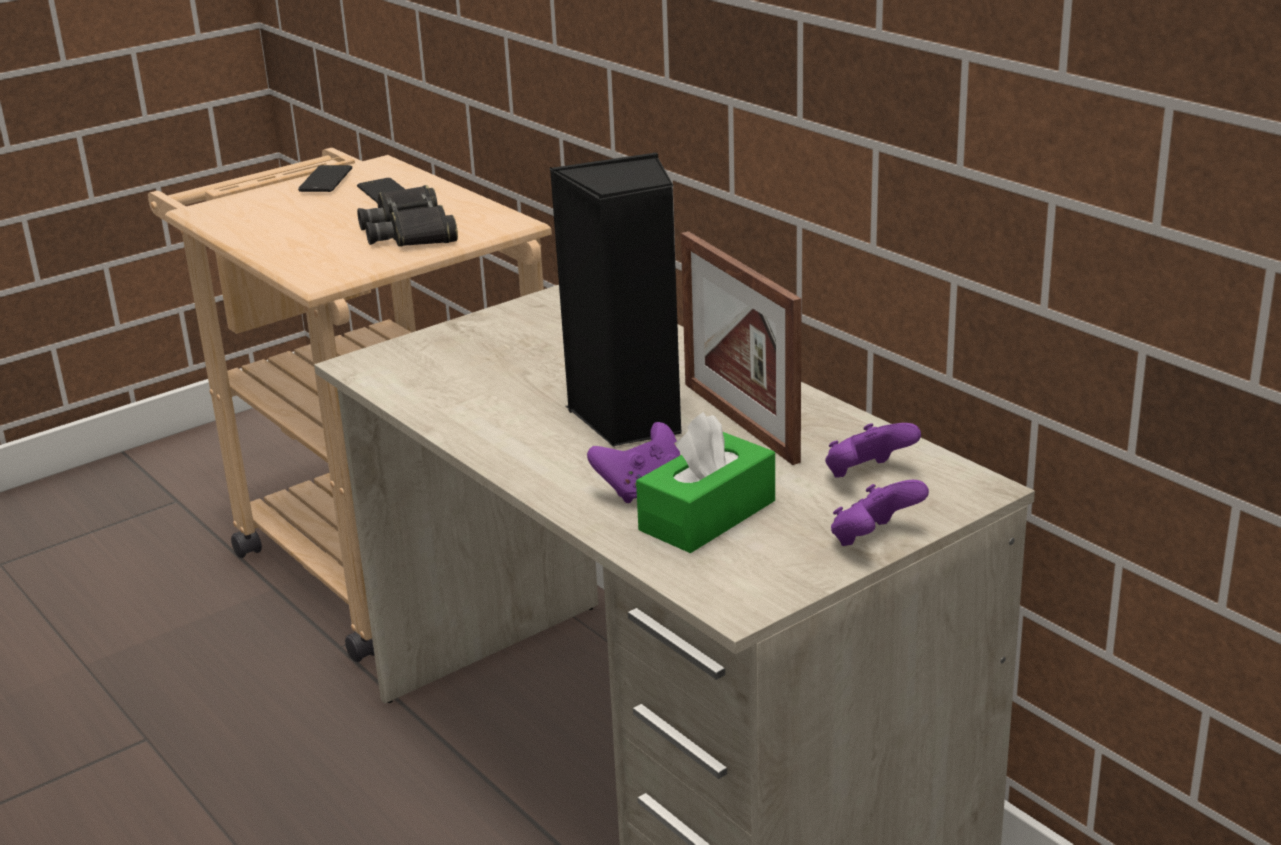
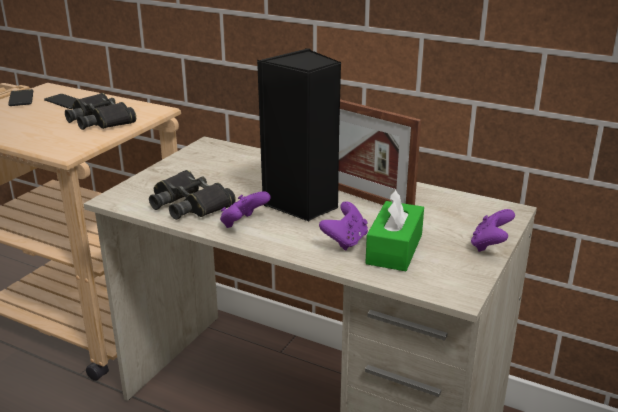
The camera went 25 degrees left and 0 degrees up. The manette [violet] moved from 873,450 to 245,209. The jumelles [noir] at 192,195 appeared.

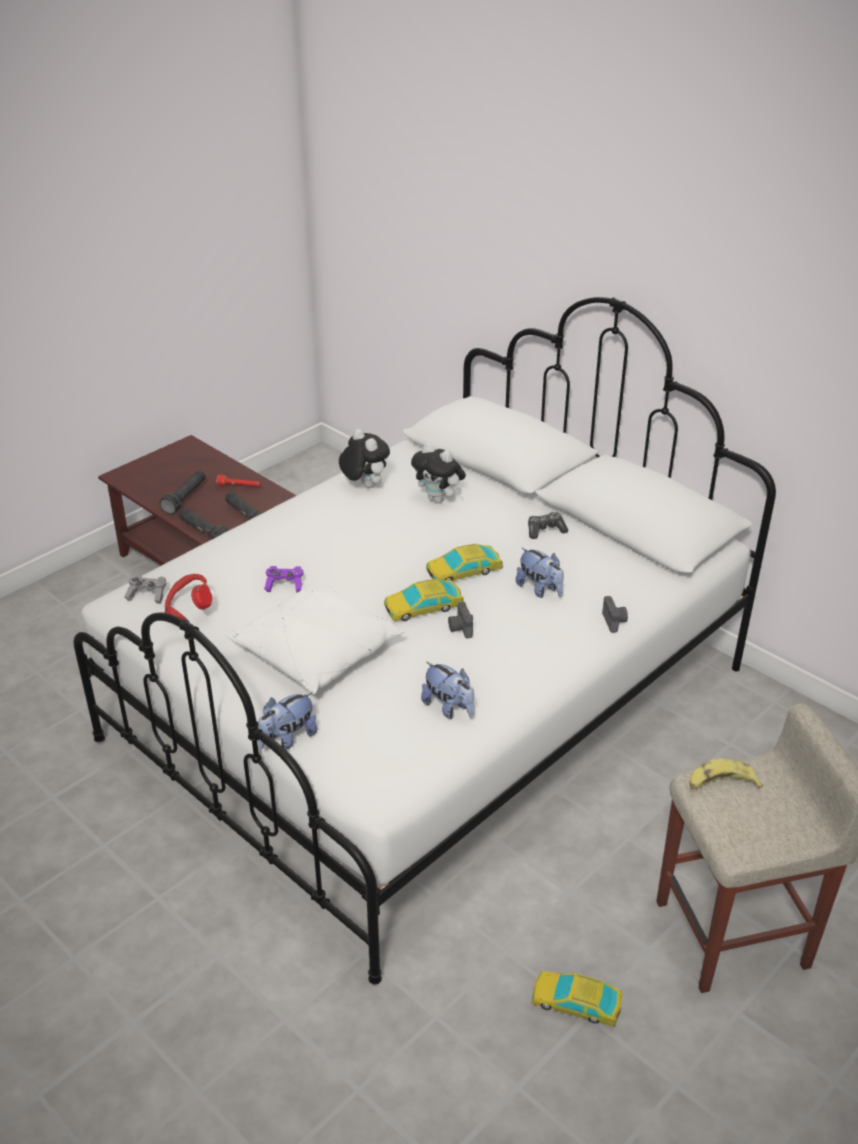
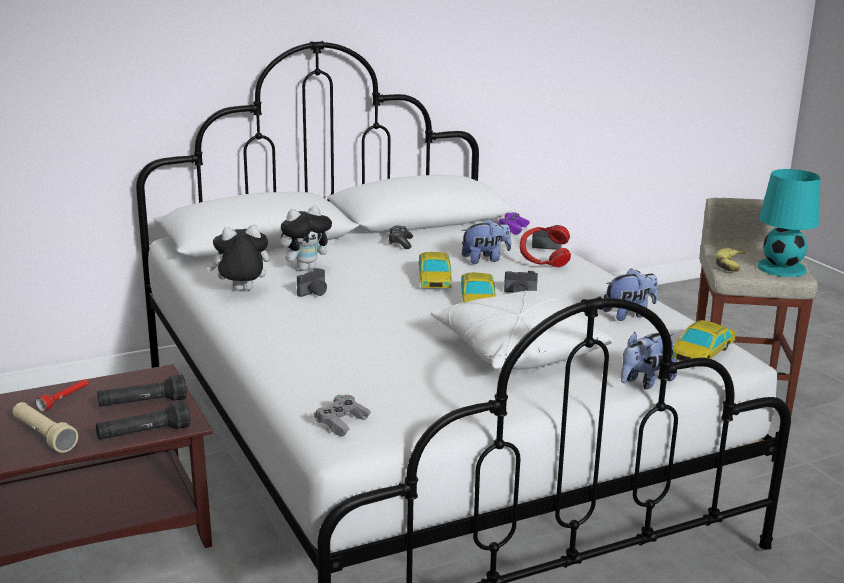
The camera went 70 degrees left and 15 degrees down. The lampe de poche [noir] at 183,492 became the lampe de poche [beige] at 45,427. The casque audio [rouge] moved from 188,597 to 545,246. The peluche at 288,721 turned 75 degrees clockwise. The manette [violet] moved from 284,579 to 514,223. The petite voiture moved from 577,999 to 703,343. The appareil photo at 312,282 appeared. The lampe de table [turquoise] at 788,223 appeared.

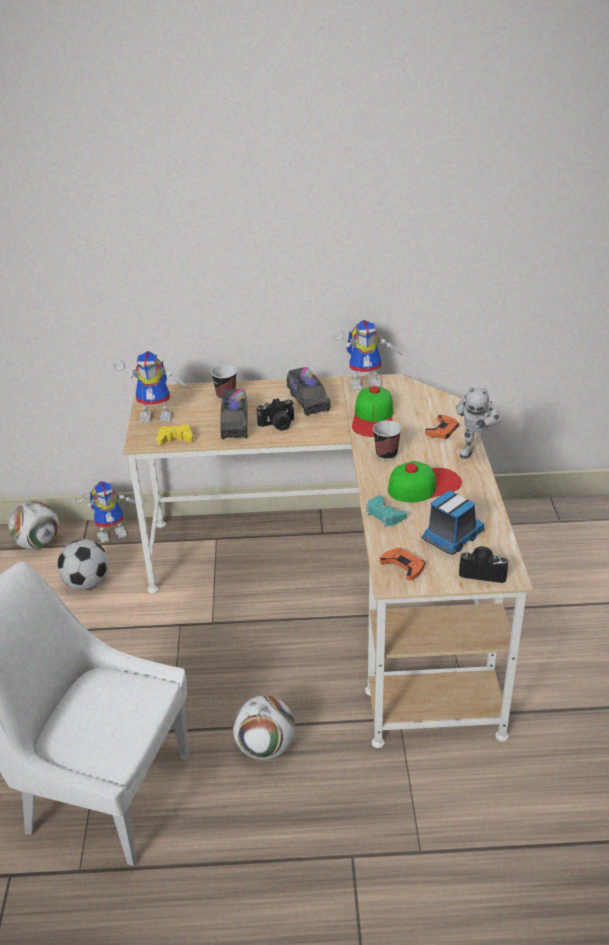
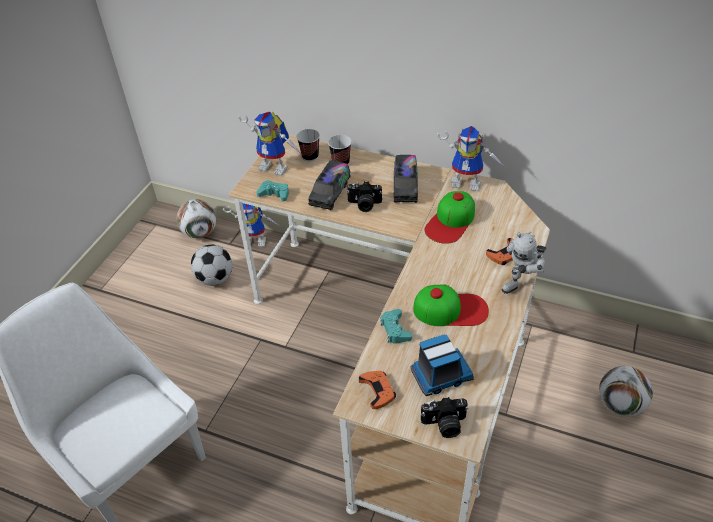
The camera went 25 degrees right and 10 degrees up. The manette [jaune] at 175,434 became the manette [turquoise] at 272,190. The ballon de foot moved from 264,727 to 626,391. The tasse moved from 387,440 to 308,145. The appareil photo at 484,564 turned 135 degrees clockwise.

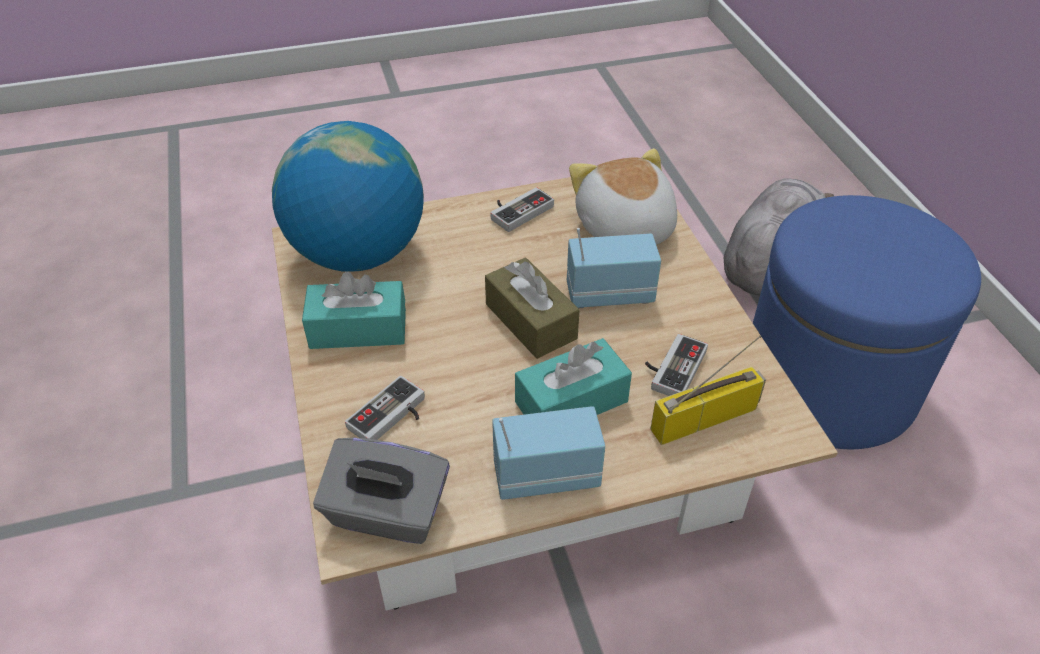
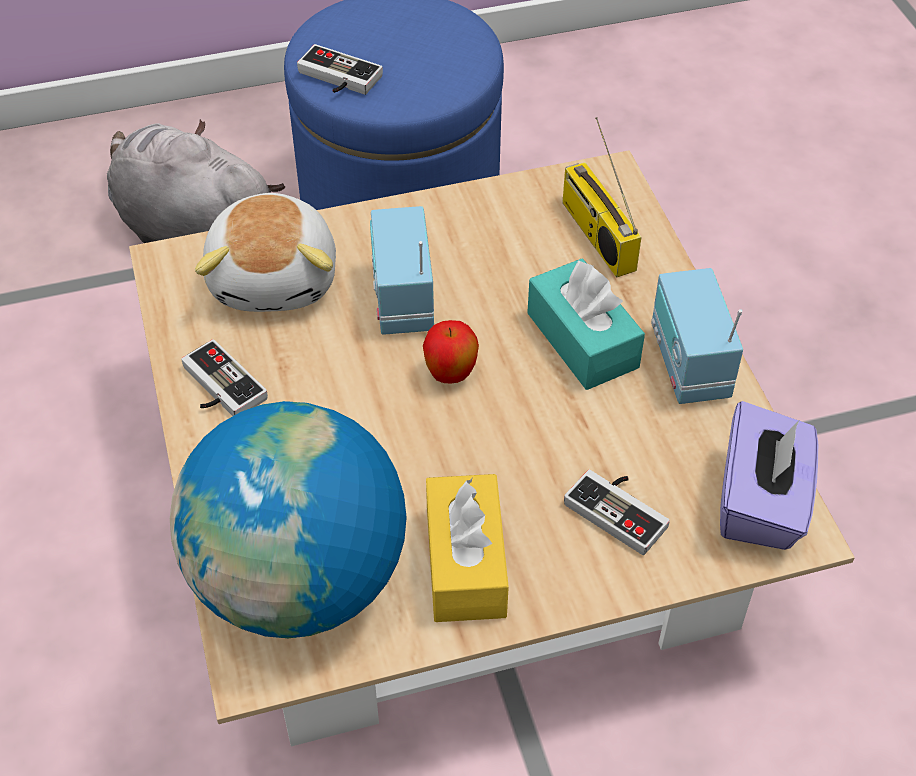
The camera went 90 degrees left and 5 degrees up. The boîte à mouchoirs [turquoise] at 354,310 became the boîte à mouchoirs [jaune] at 467,548. The boîte à mouchoirs [gris] at 381,490 became the boîte à mouchoirs [violet] at 769,475. The boîte à mouchoirs [marron] at 532,308 was replaced by the pomme at 451,352. The peluche at 623,196 turned 75 degrees counterclockwise. The manette moved from 676,365 to 340,69.

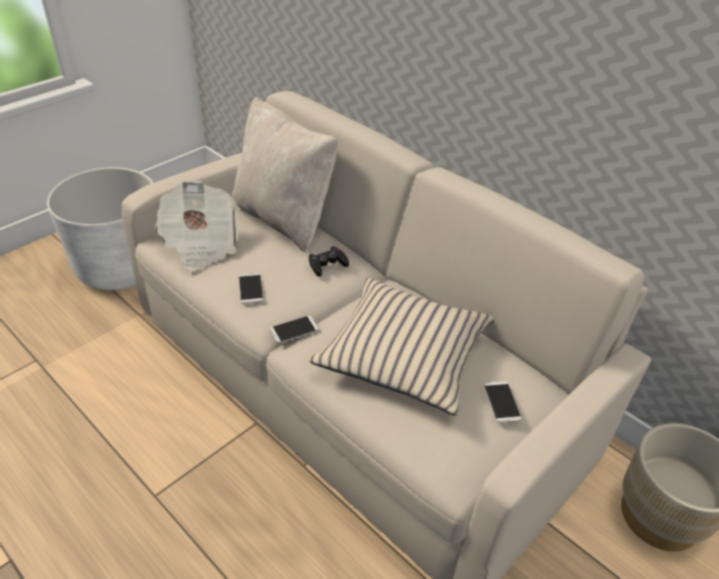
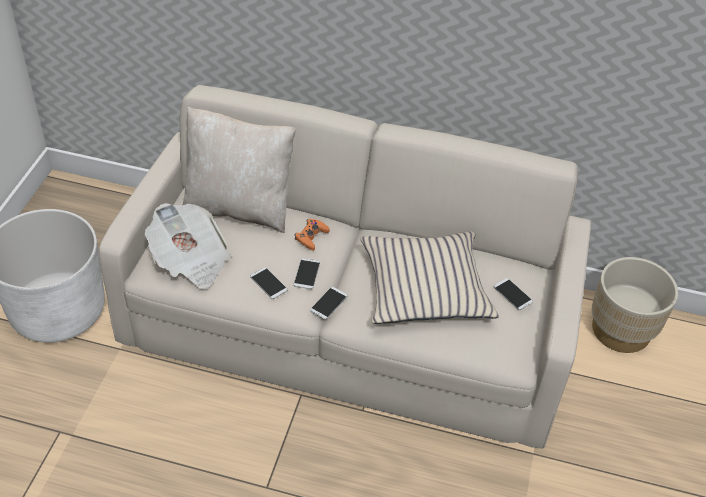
The camera went 30 degrees left and 5 degrees up. The manette [noir] at 329,261 became the manette [orange] at 312,235. The téléphone at 307,273 appeared.

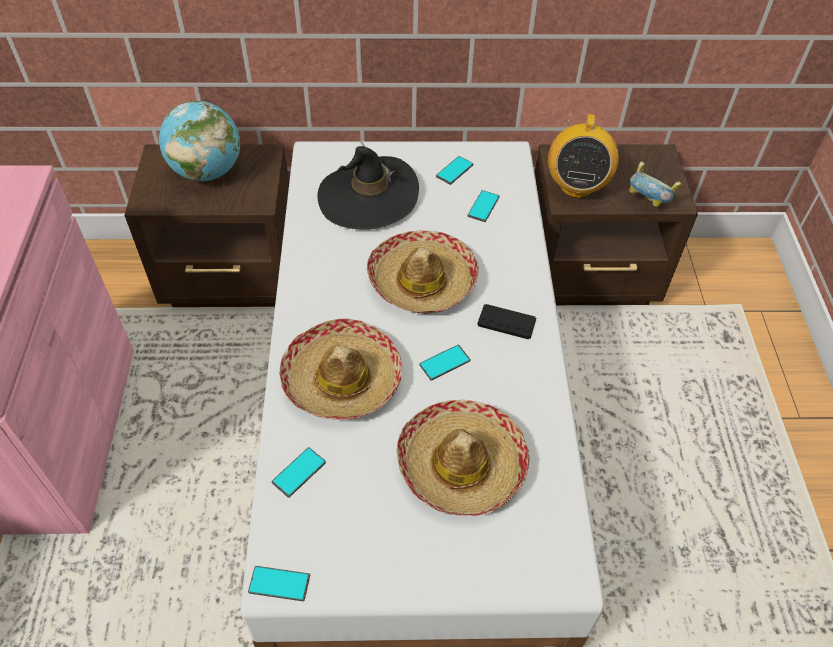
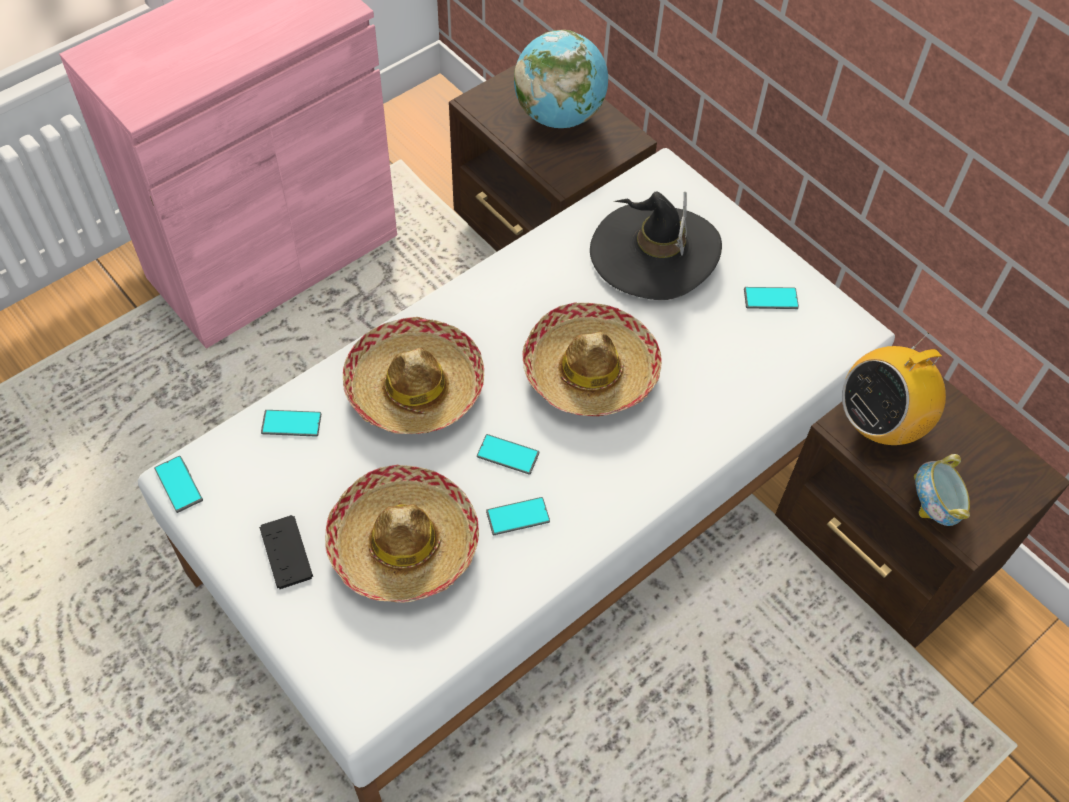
The camera went 50 degrees right and 5 degrees up. The téléphone moved from 483,206 to 518,516. The manette [noir] moved from 506,321 to 286,552.

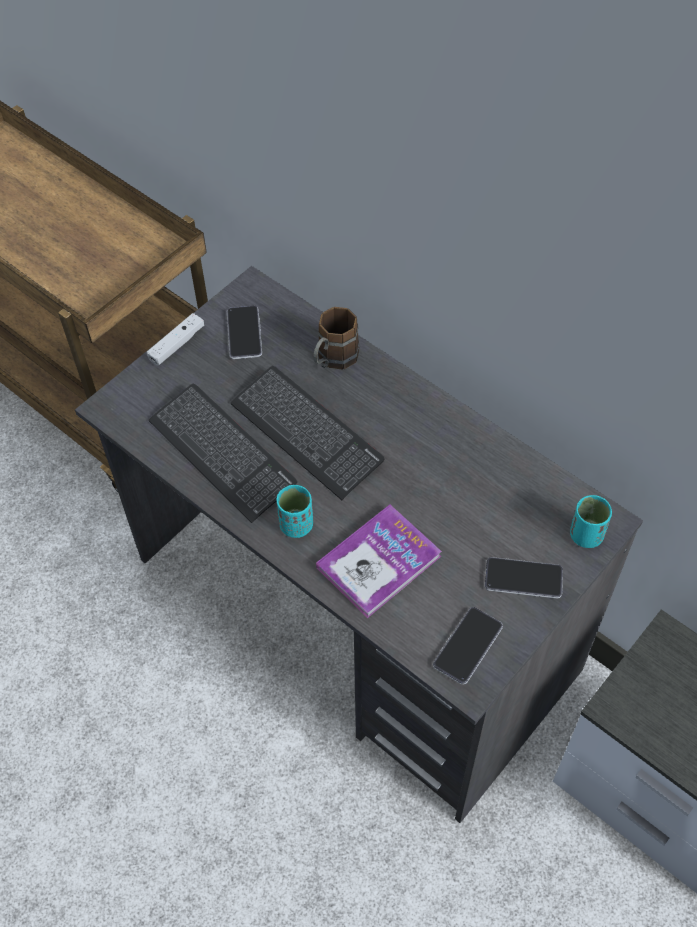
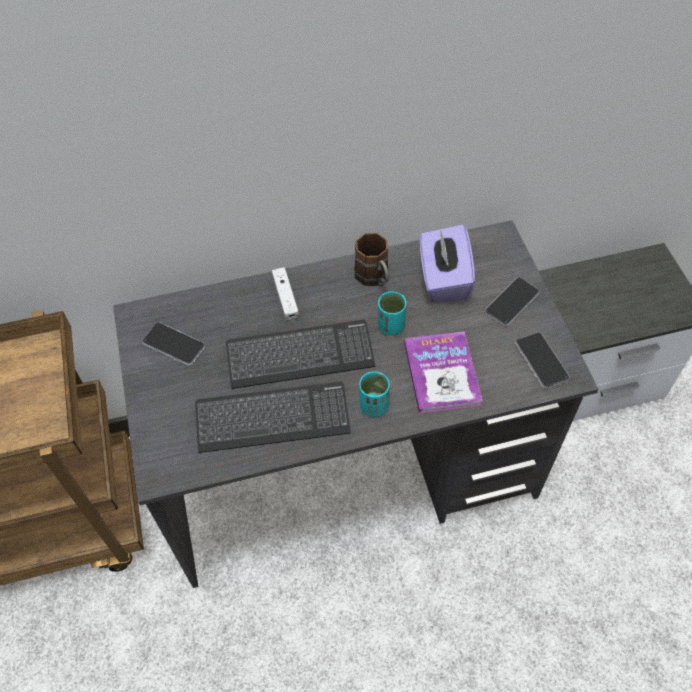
The camera went 55 degrees left and 0 degrees up. The manette [blanc] moved from 175,339 to 285,293. The mug [marron] moved from 336,338 to 371,259. The tasse [turquoise] moved from 591,521 to 392,313. The boîte à mouchoirs [violet] at 447,263 appeared.

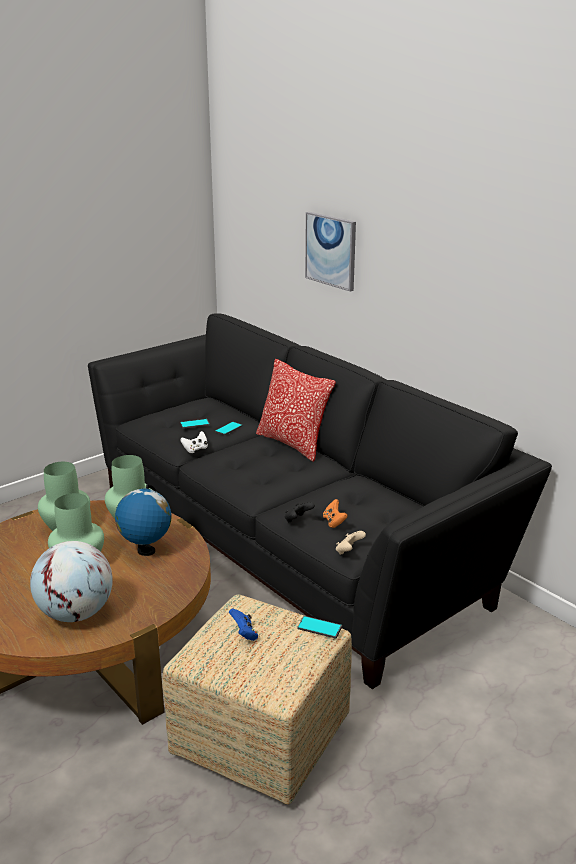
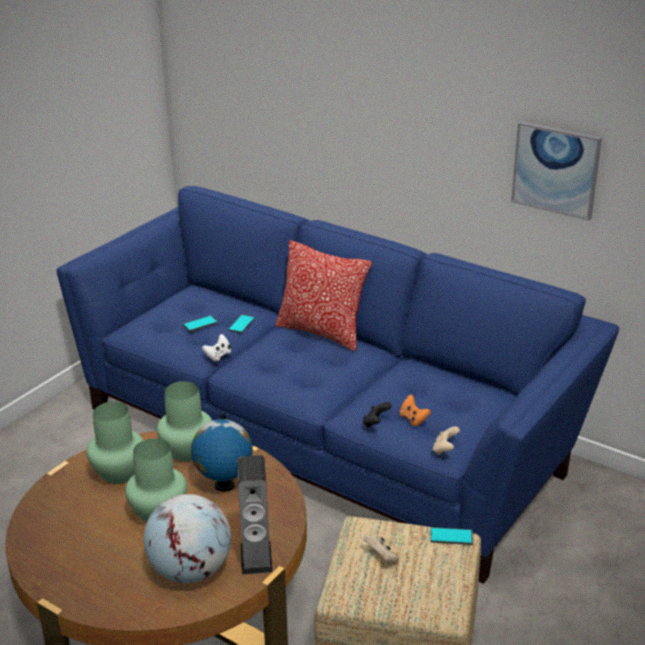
The camera went 15 degrees left and 5 degrees up. The canapé [noir] at 320,501 became the canapé [bleu] at 337,385. The manette [bleu] at 243,624 became the manette [beige] at 381,549. The tableau moved from 330,252 to 556,171. The enceinte at 255,515 appeared.

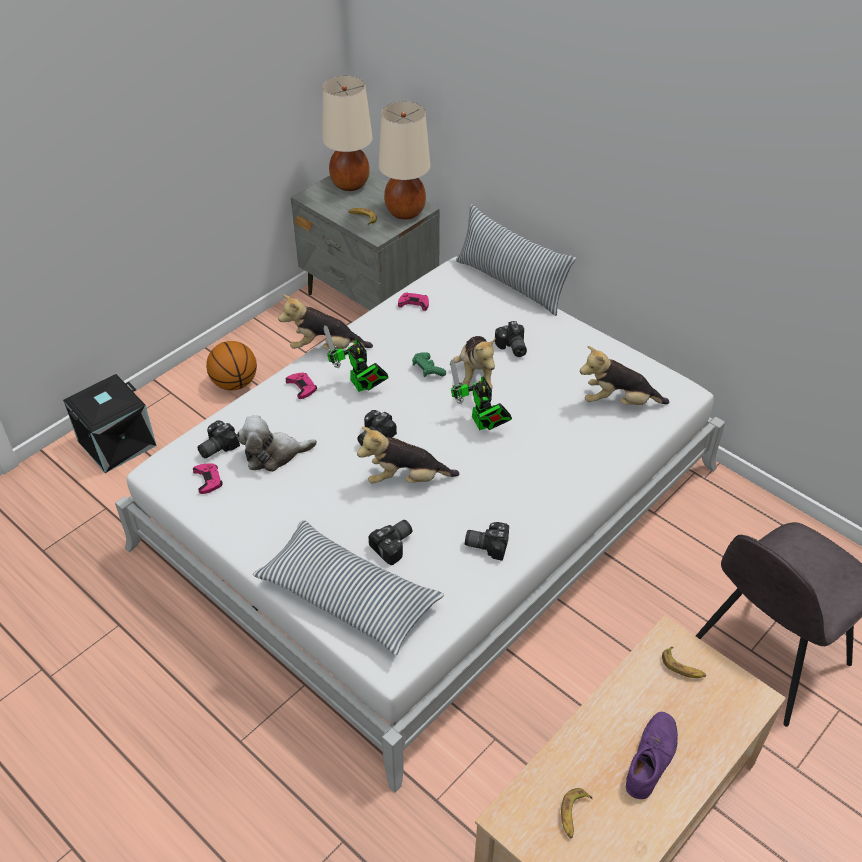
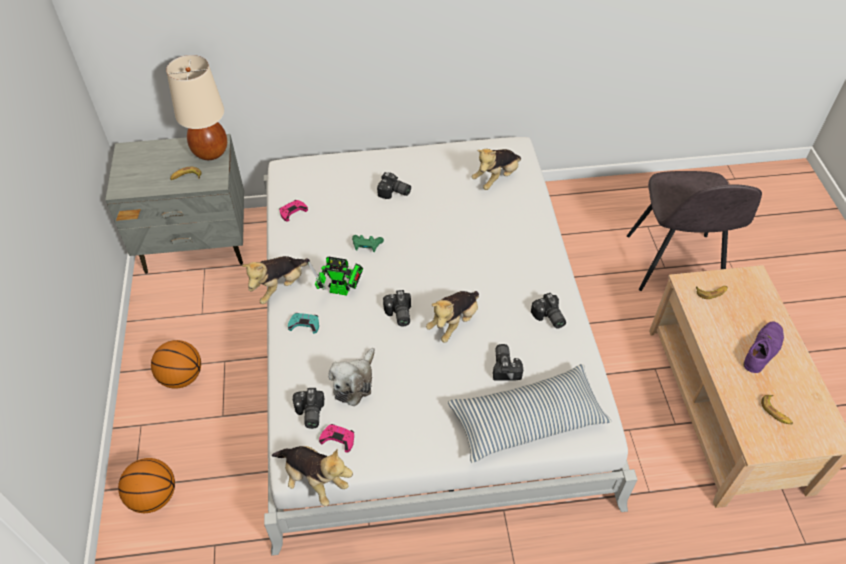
The camera went 50 degrees left and 5 degrees up. The boîte de rangement [noir] at 110,423 was replaced by the ballon de basket at 146,485. The manette [rose] at 301,385 became the manette [turquoise] at 303,323. The lampe de table [beige] at 347,133 disappeared. The robot jouet at 481,394 disappeared. The peluche moved from 474,362 to 312,476. The coussin at 516,260 disappeared. The appareil photo at 487,541 turned 75 degrees counterclockwise. The chaussure [violet] at 652,755 turned 60 degrees clockwise.

